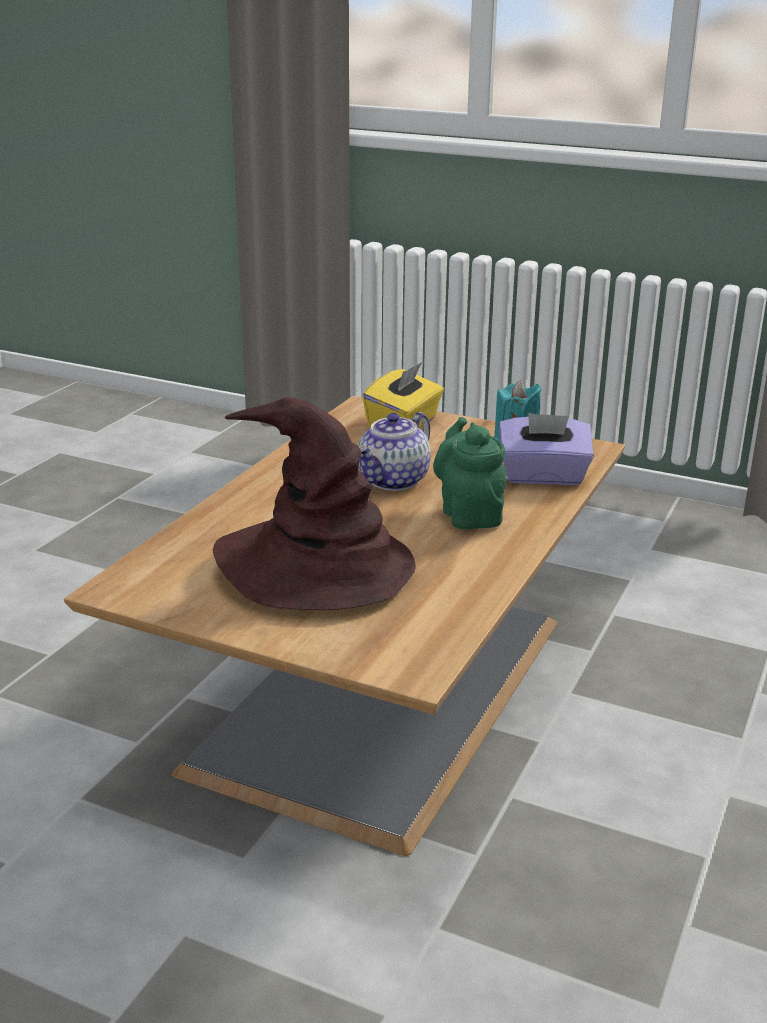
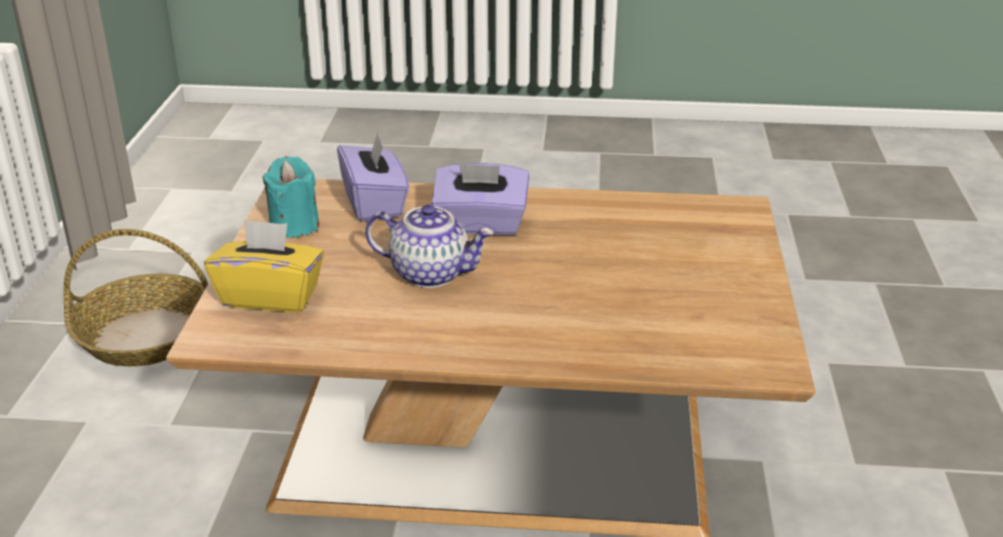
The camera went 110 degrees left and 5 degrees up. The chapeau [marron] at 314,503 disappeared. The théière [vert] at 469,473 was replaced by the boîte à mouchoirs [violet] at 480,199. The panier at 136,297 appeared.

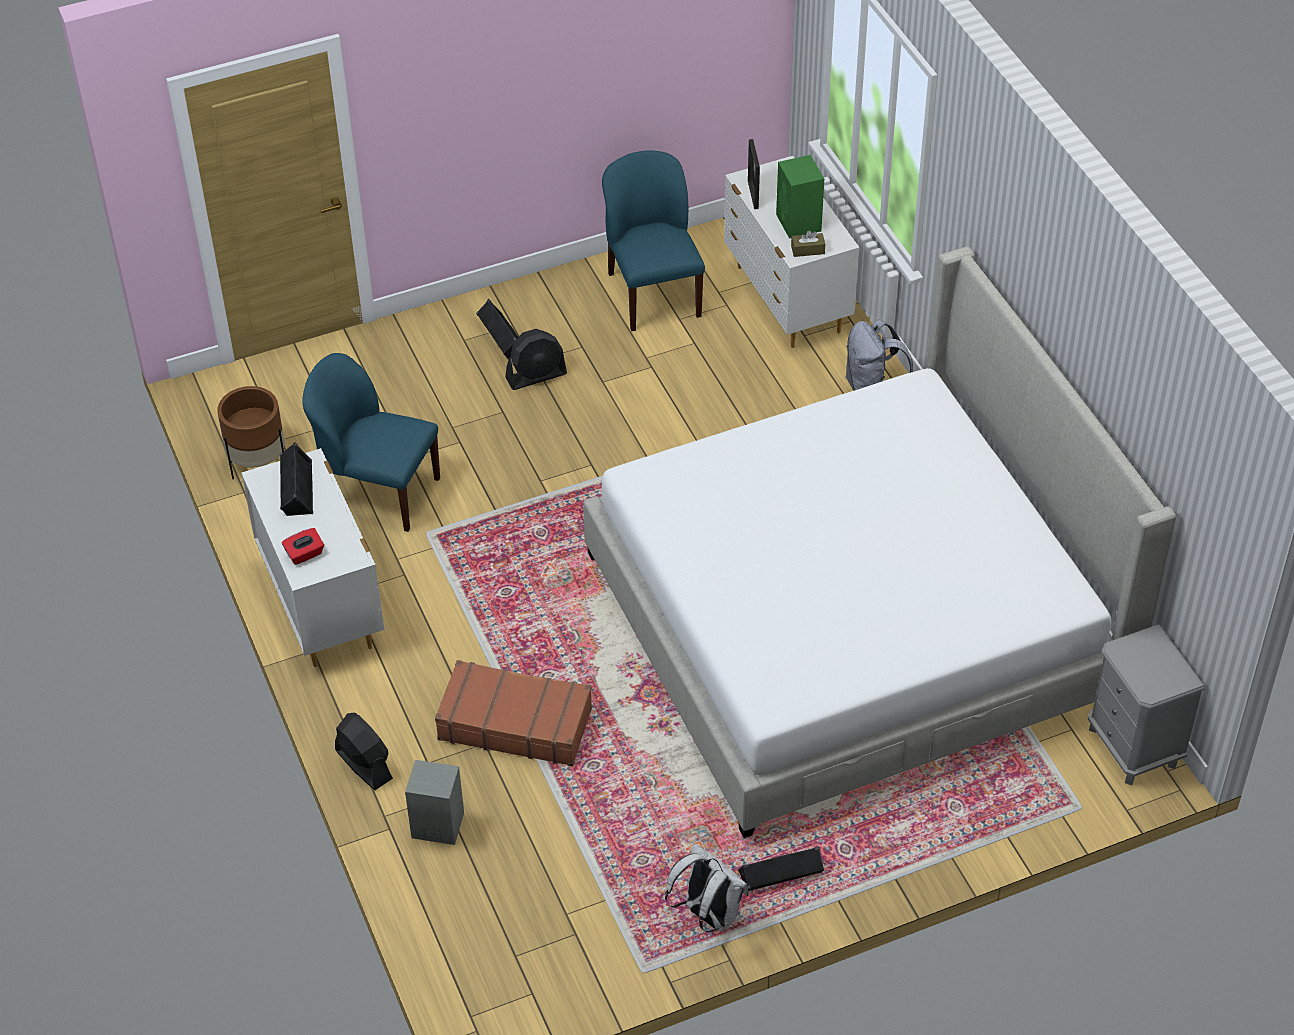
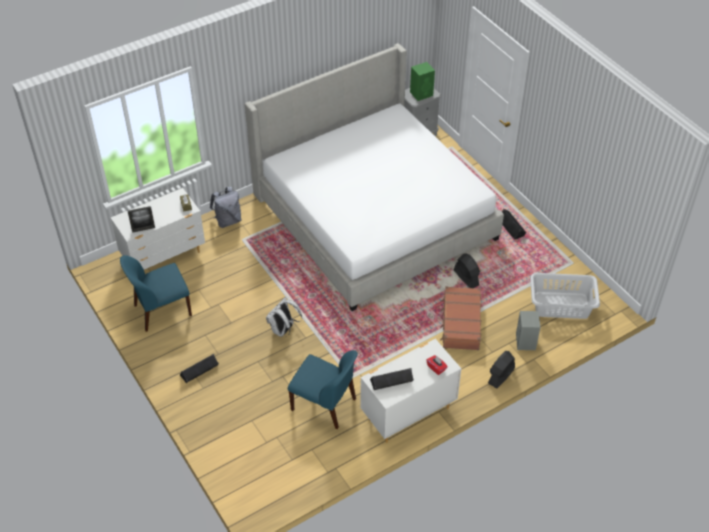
The camera went 100 degrees left and 0 degrees up. The cache-pot [marron] at 251,432 disappeared. The chaise [bleu] at 371,442 turned 75 degrees counterclockwise. The ventilateur [noir] moved from 536,359 to 467,270. The sac à dos [blanc] moved from 707,888 to 284,317. The enceinte [vert] moved from 800,197 to 422,81. The panier à linge [gris] at 565,296 appeared.

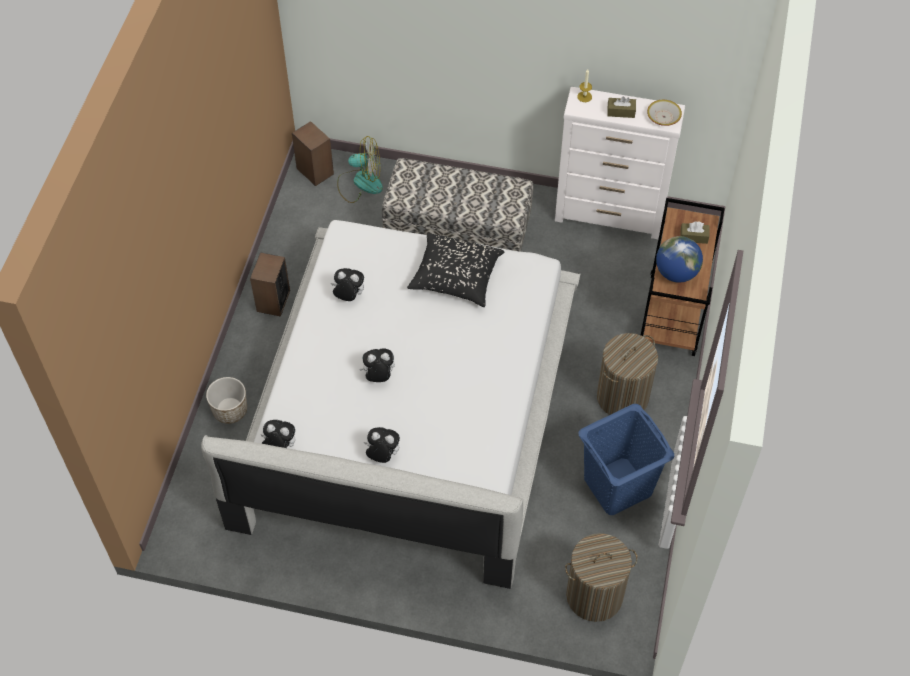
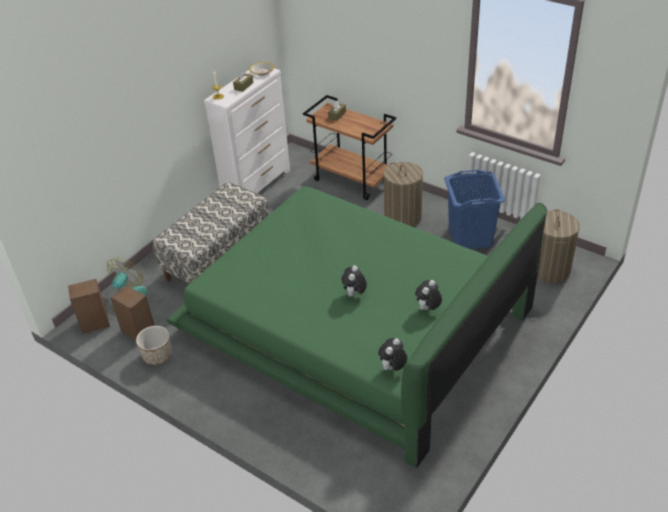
The camera went 65 degrees left and 15 degrees down. The lit [blanc] at 390,404 became the lit [vert] at 357,326. The cache-pot moved from 226,400 to 154,345. The enceinte moved from 270,284 to 133,312. The peluche at 347,284 disappeared. The coussin [noir] at 455,270 disappeared. The globe at 679,259 disappeared.

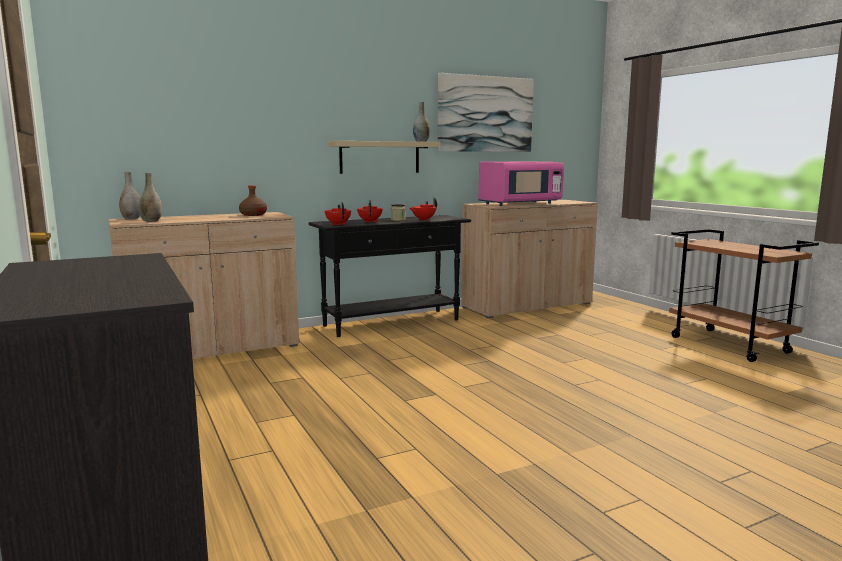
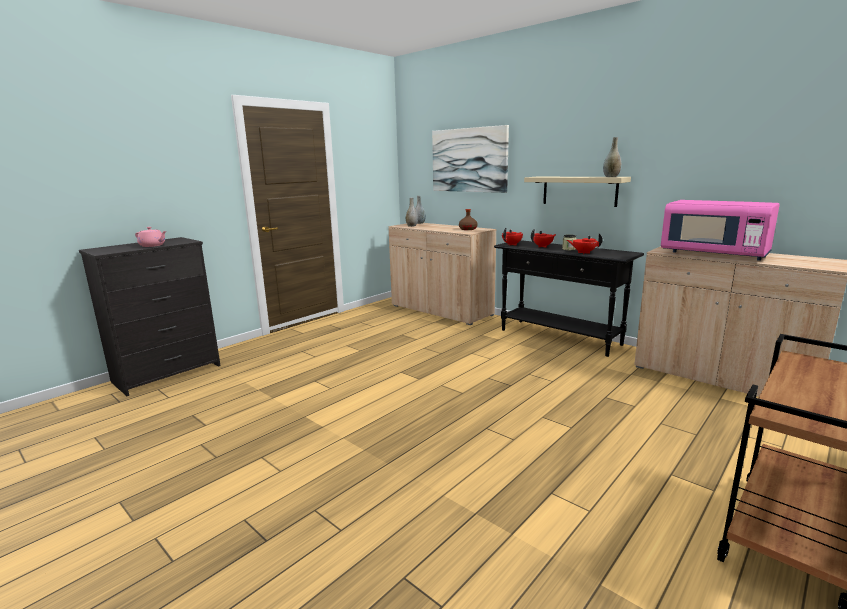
The camera went 70 degrees right and 5 degrees up. The tableau moved from 486,112 to 470,159. The théière [rose] at 151,237 appeared.

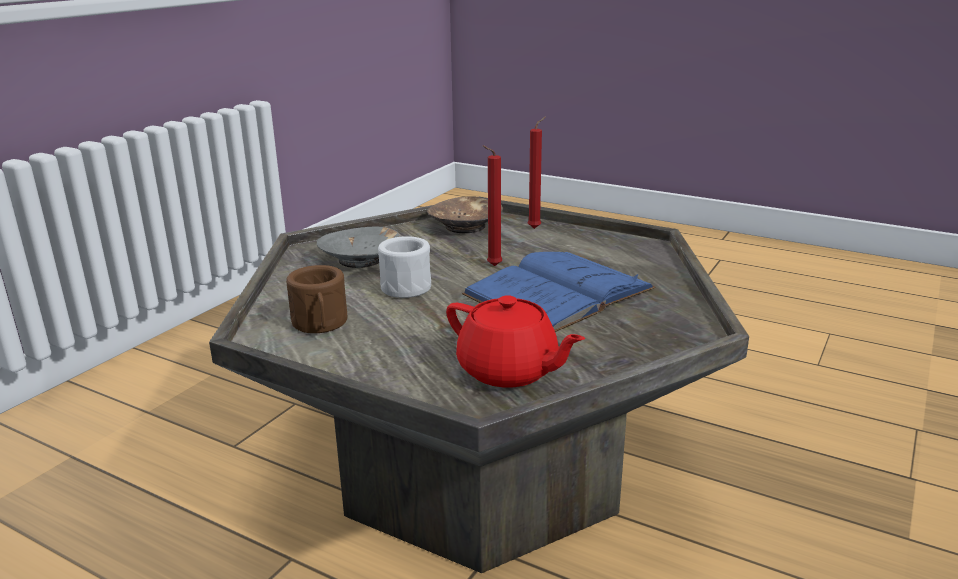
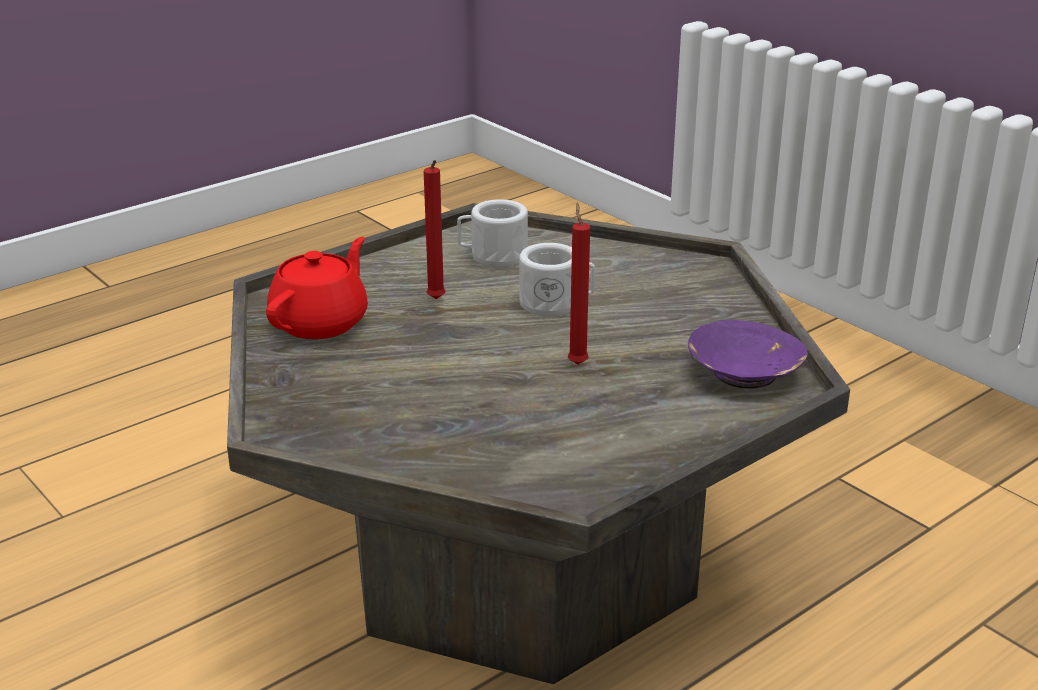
The camera went 110 degrees right and 5 degrees up. The mug [marron] at 316,299 became the mug [blanc] at 492,233. The bol [gris] at 359,247 disappeared. The bol [marron] at 465,214 became the bol [violet] at 748,354. The théière [rouge] at 515,341 turned 150 degrees clockwise. The livre [bleu] at 559,292 disappeared. The bougie [rouge] moved from 537,173 to 434,229.

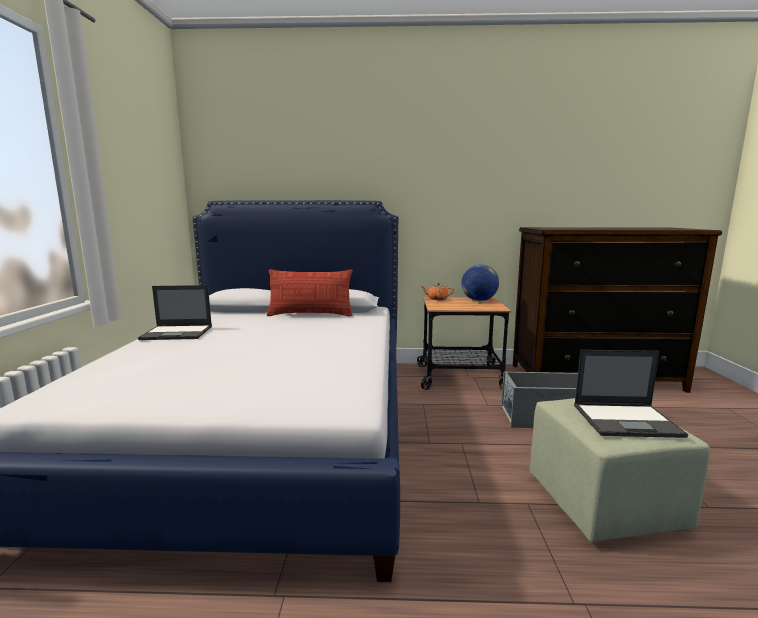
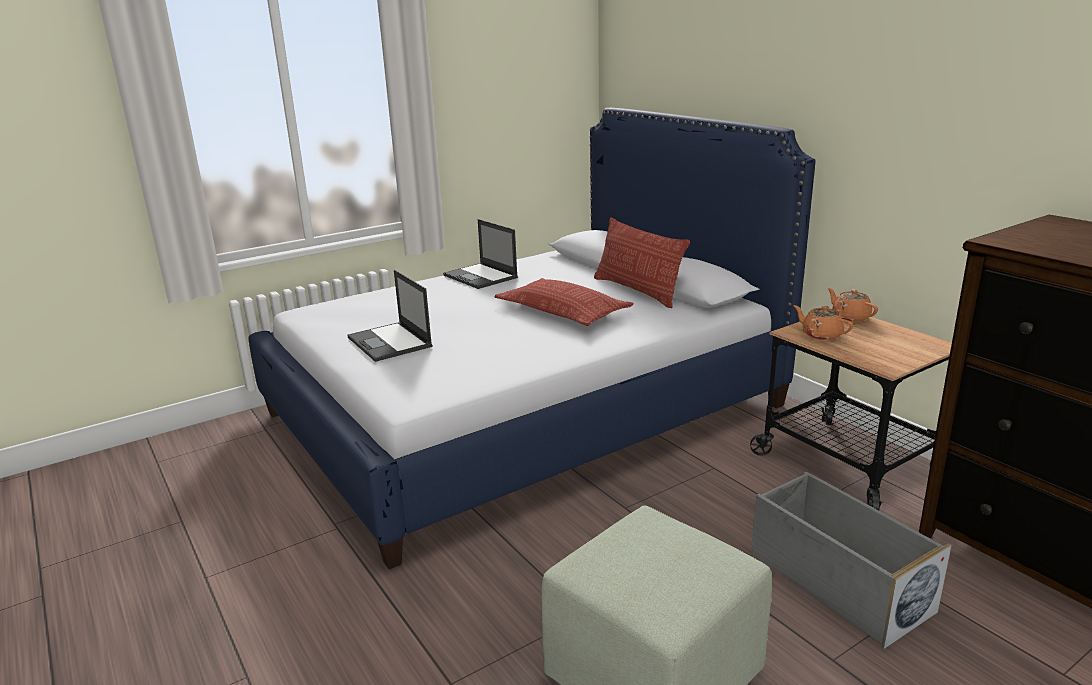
The camera went 55 degrees right and 10 degrees up. The globe at 480,282 disappeared. The ordinateur portable moved from 631,394 to 390,316. The coussin at 564,302 appeared. The théière [orange] at 823,322 appeared.

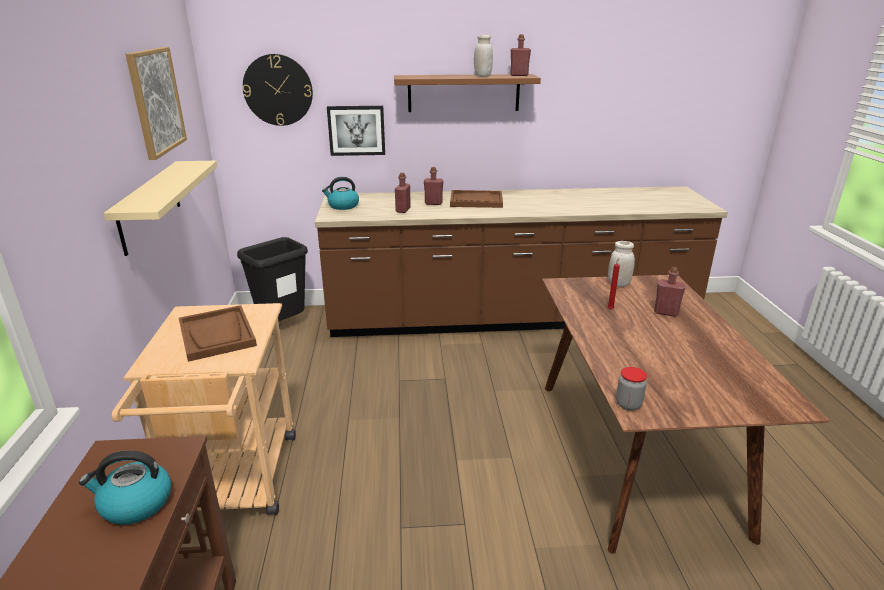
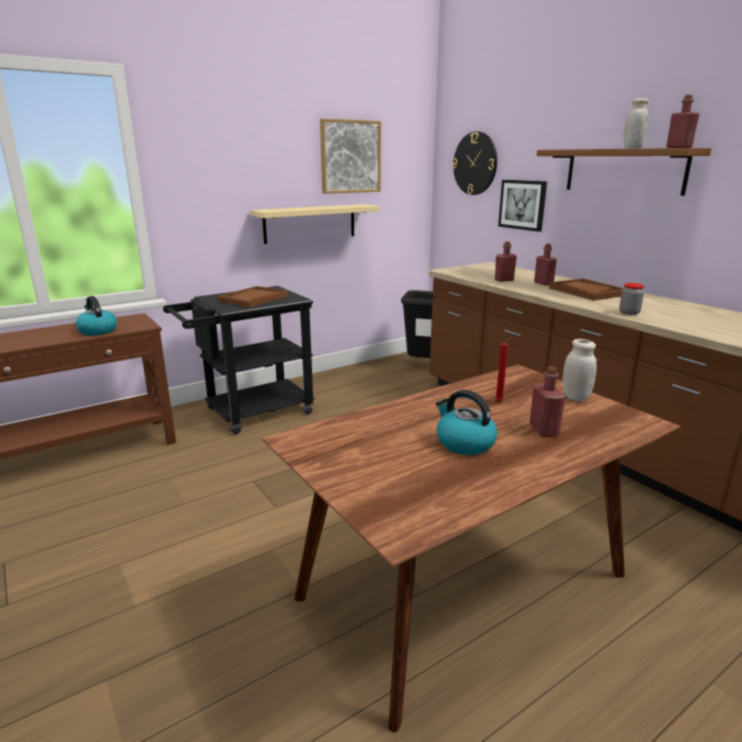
The camera went 60 degrees right and 5 degrees down. The chariot [beige] at 204,409 became the chariot [noir] at 239,360. The bouilloire moved from 340,193 to 466,422. The bocal moved from 631,389 to 631,299.

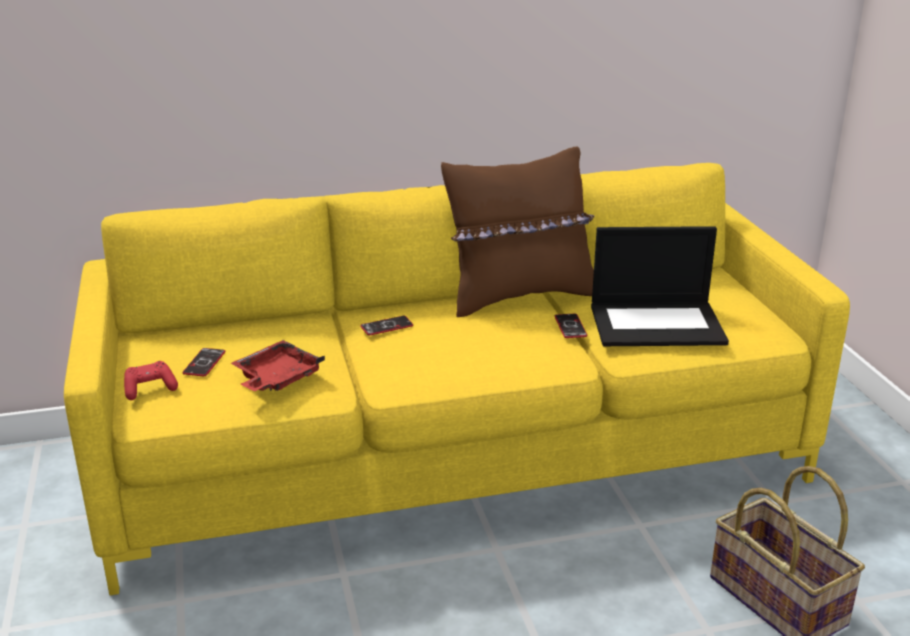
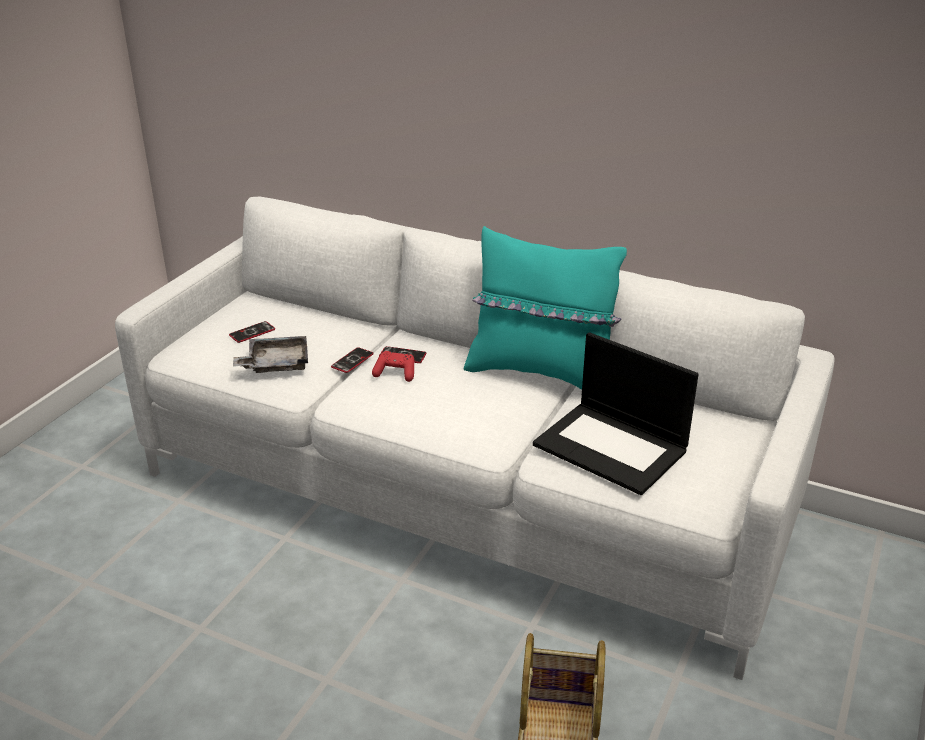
The camera went 40 degrees right and 5 degrees up. The canapé [jaune] at 457,379 became the canapé [blanc] at 475,438. The manette [rouge] moved from 151,380 to 393,366. The plateau [rouge] at 278,365 became the plateau [gris] at 270,354. The coussin [marron] at 518,231 became the coussin [turquoise] at 545,307. The téléphone moved from 571,326 to 352,360.

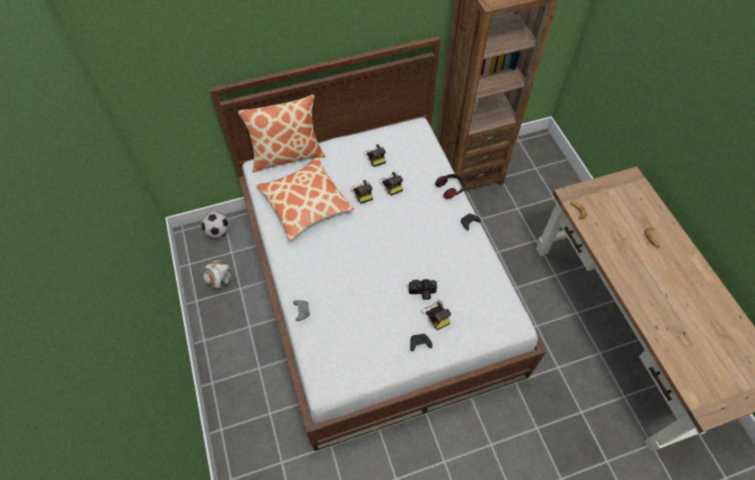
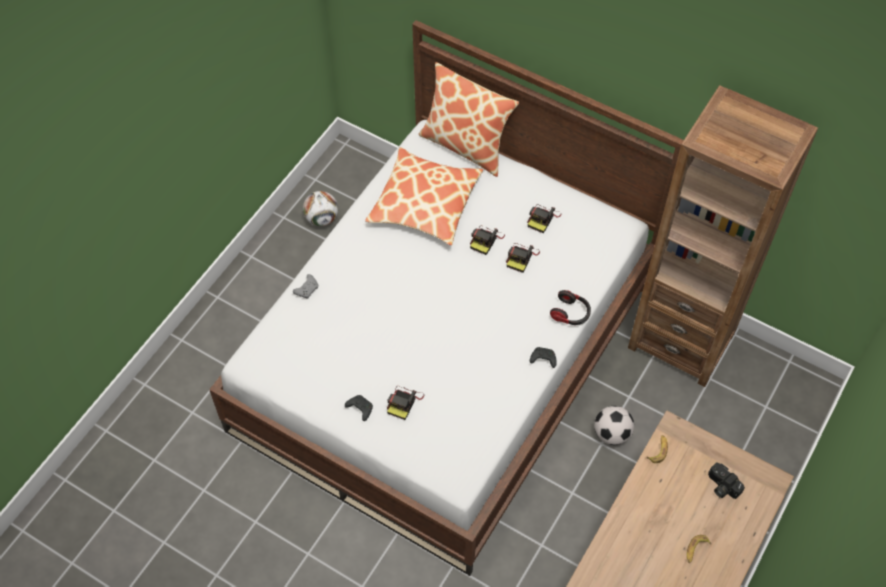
The camera went 50 degrees right and 0 degrees up. The ballon de foot moved from 215,225 to 614,425. The appareil photo moved from 423,289 to 726,480.

